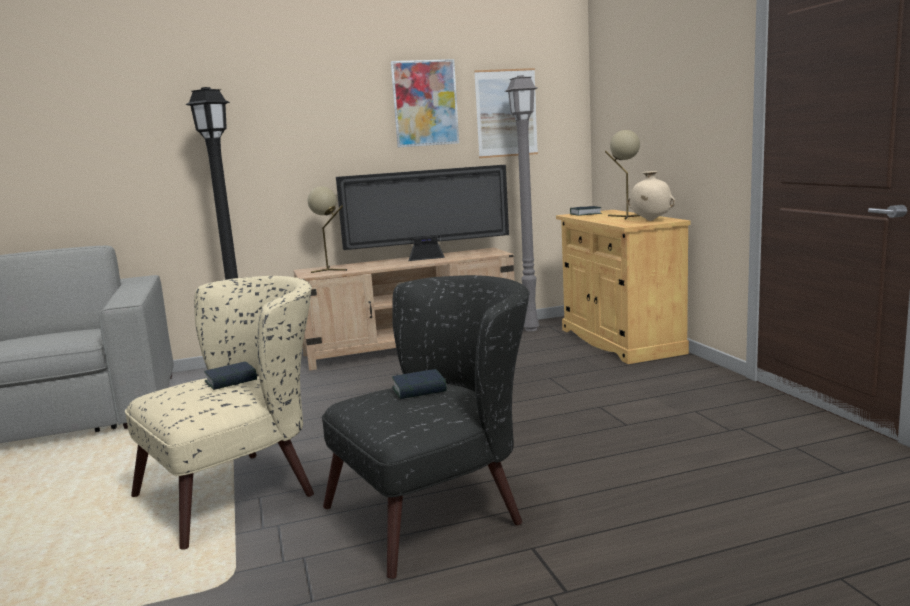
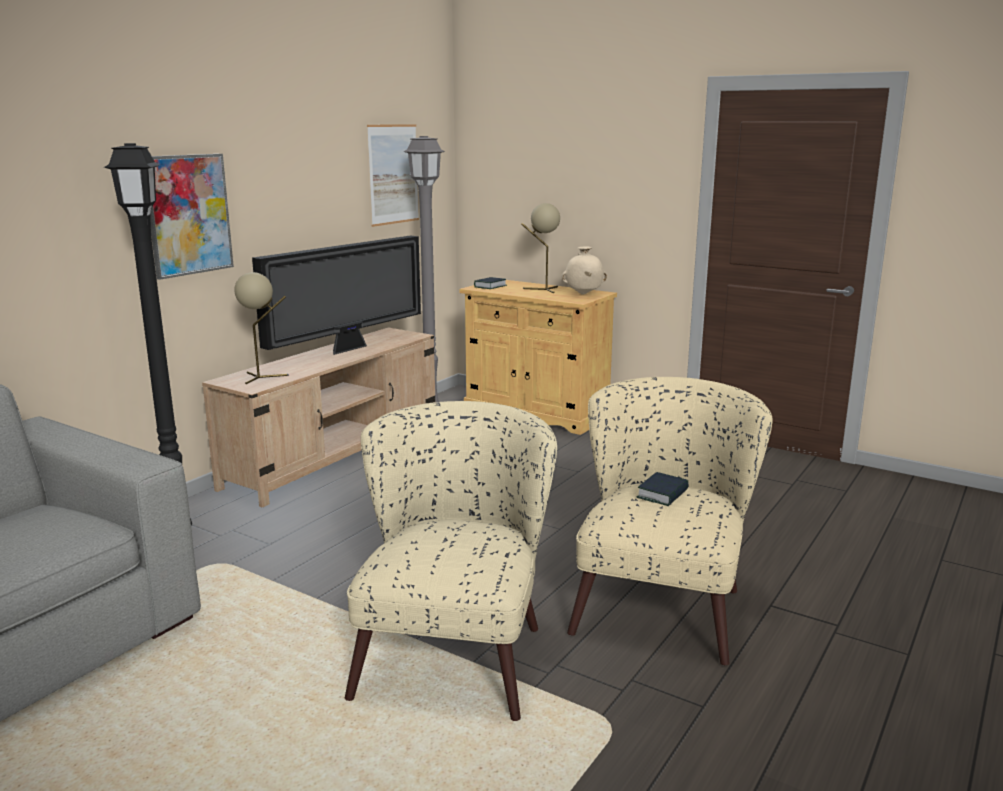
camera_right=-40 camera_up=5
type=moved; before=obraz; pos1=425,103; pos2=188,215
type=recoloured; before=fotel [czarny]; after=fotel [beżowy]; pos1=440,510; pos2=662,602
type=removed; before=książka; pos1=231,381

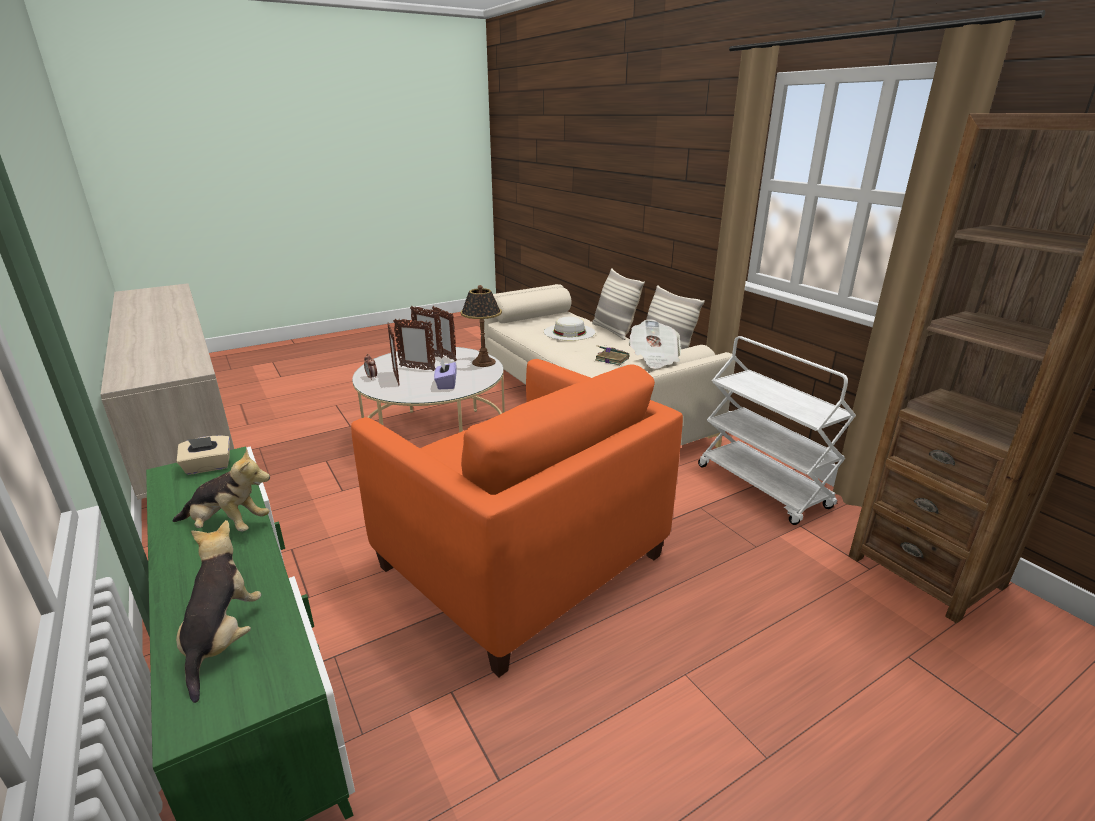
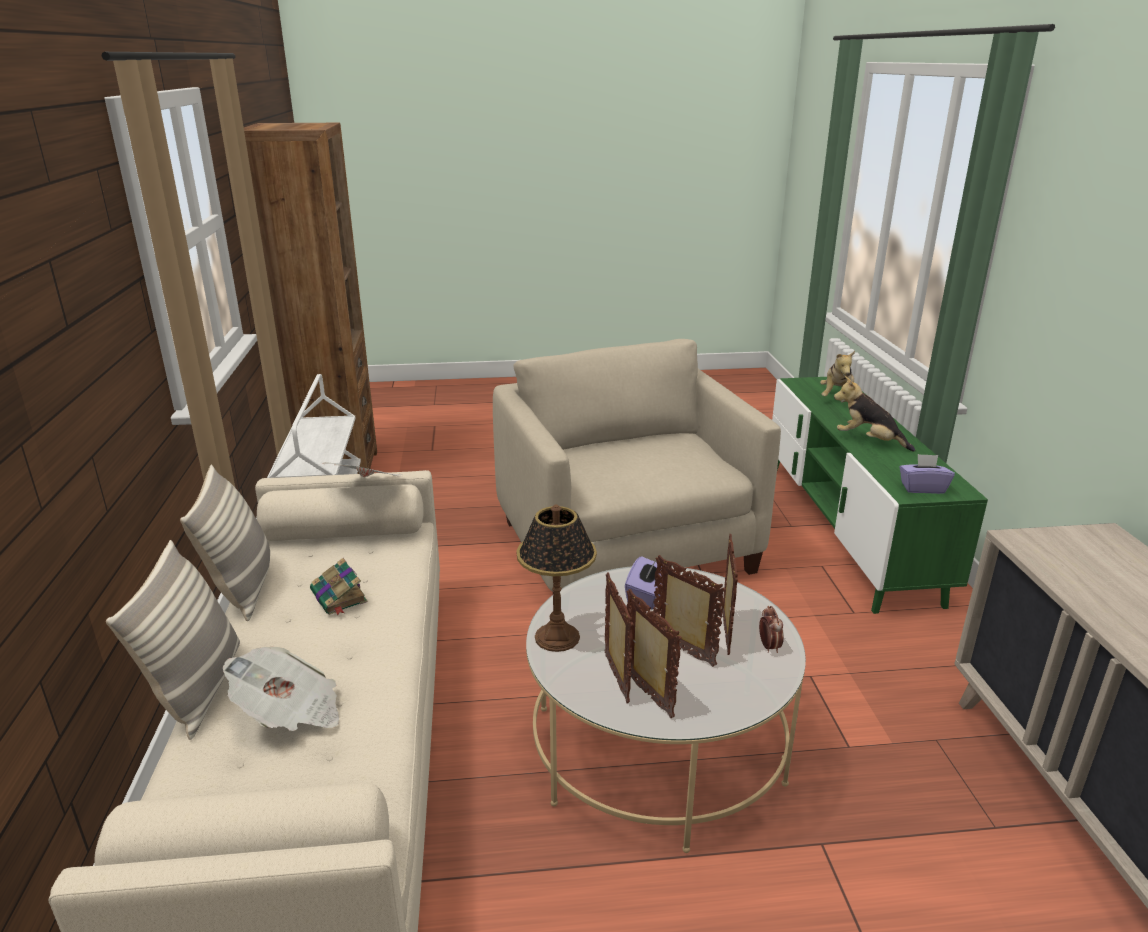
camera_right=-155 camera_up=0
type=replaced; before=kapelusz [biały]; after=gazeta; pos1=569,332; pos2=290,713
type=recoloured; before=fotel [pomarańczowy]; after=fotel [beżowy]; pos1=521,561; pos2=626,547
type=recoloured; before=pudełko chusteczek [beżowy]; after=pudełko chusteczek [fioletowy]; pos1=208,467; pos2=922,488

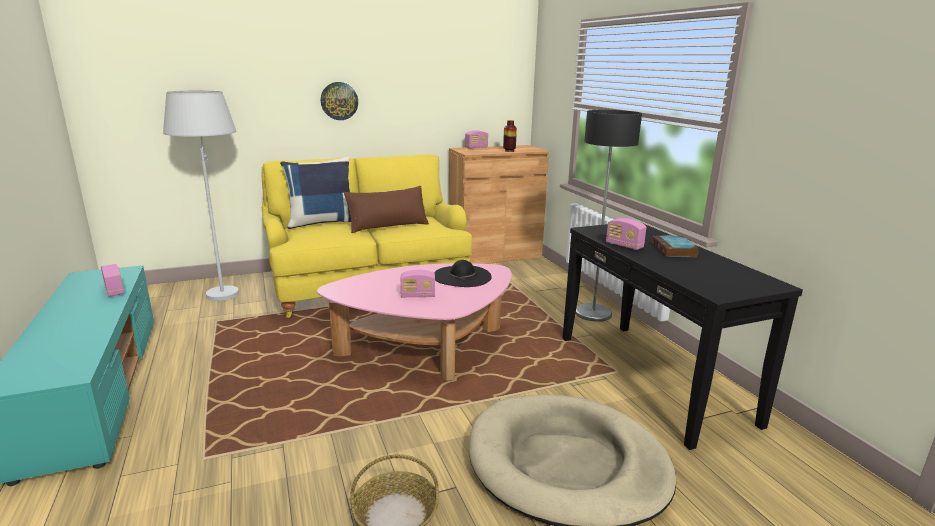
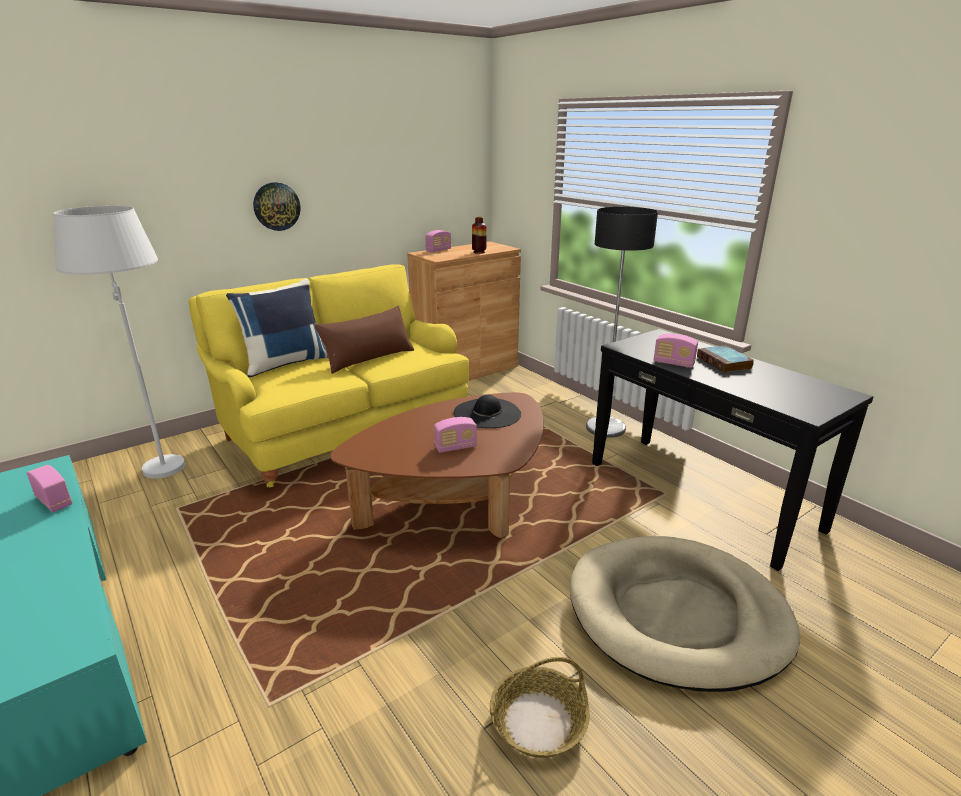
camera_right=-15 camera_up=5
type=recoloured; before=ława [różowy]; after=ława [brązowy]; pos1=426,349; pos2=456,502

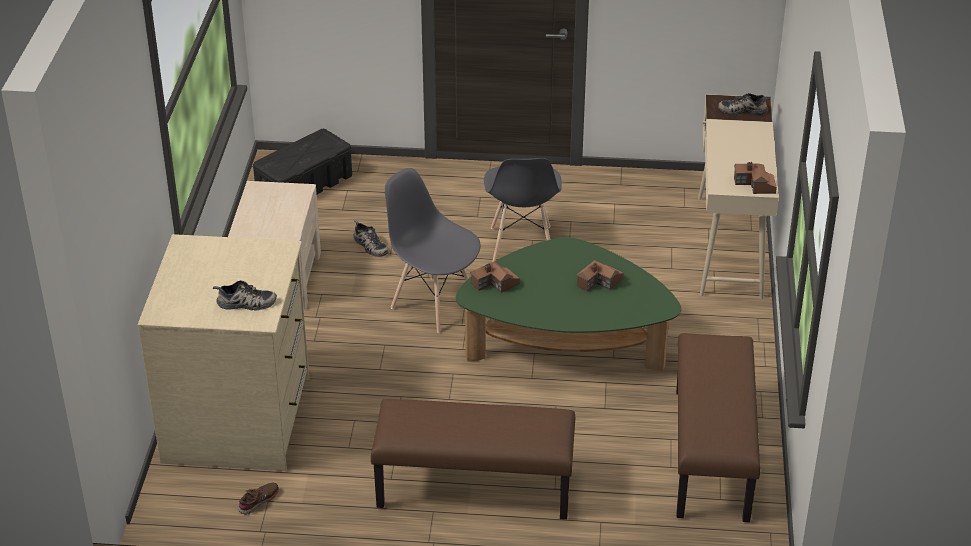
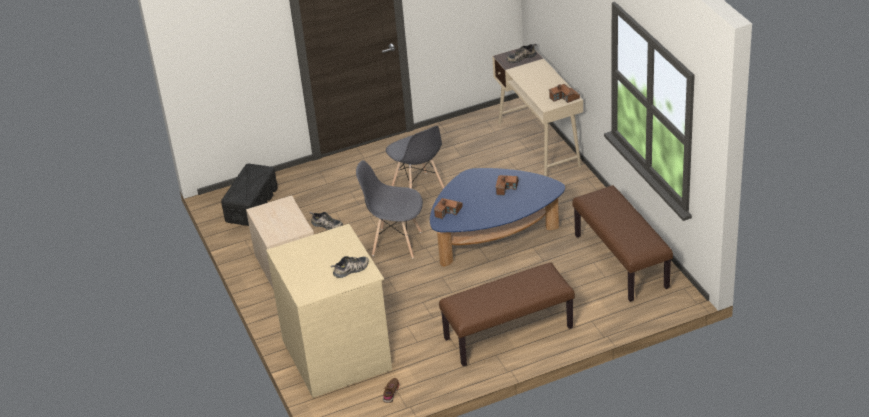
camera_right=-25 camera_up=0
type=recoloured; before=ława [zielony]; after=ława [niebieski]; pos1=565,347; pos2=494,237

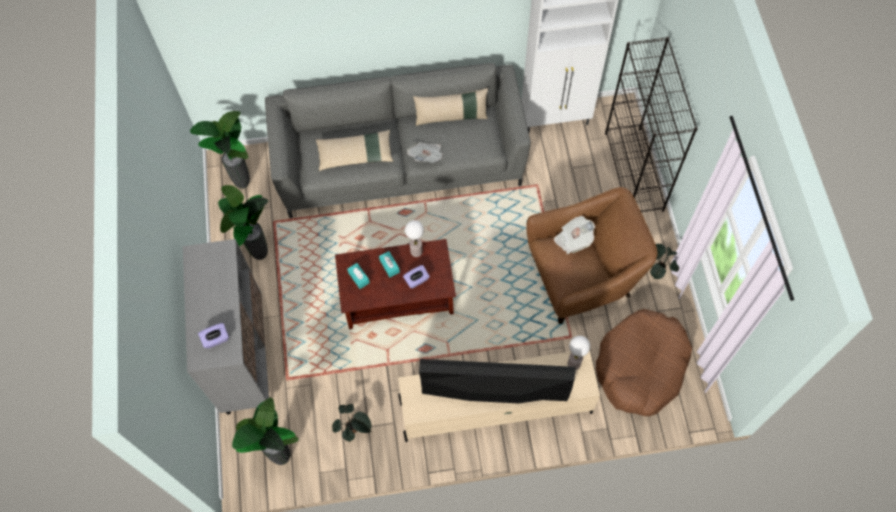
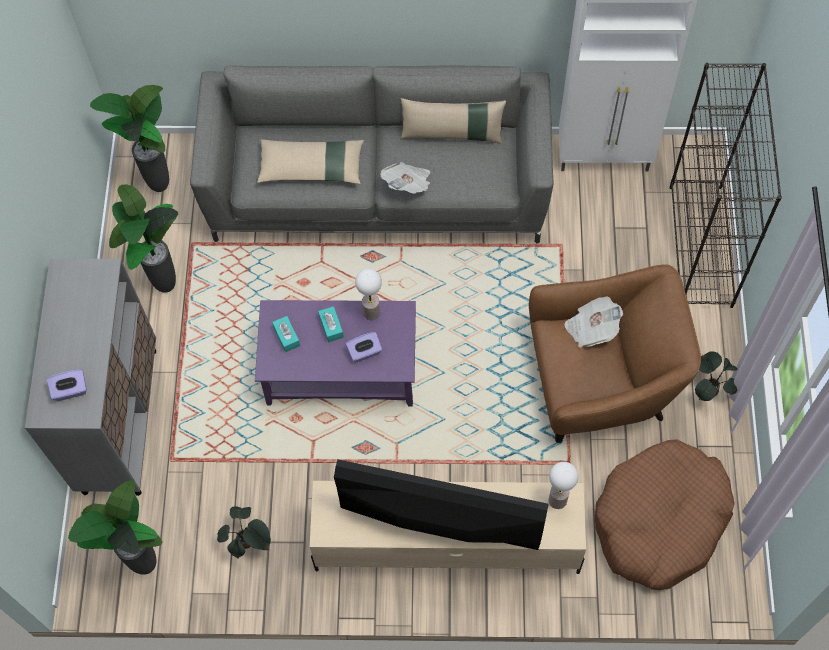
camera_right=10 camera_up=0
type=recoloured; before=ława [brązowy]; after=ława [fioletowy]; pos1=399,296; pos2=342,370

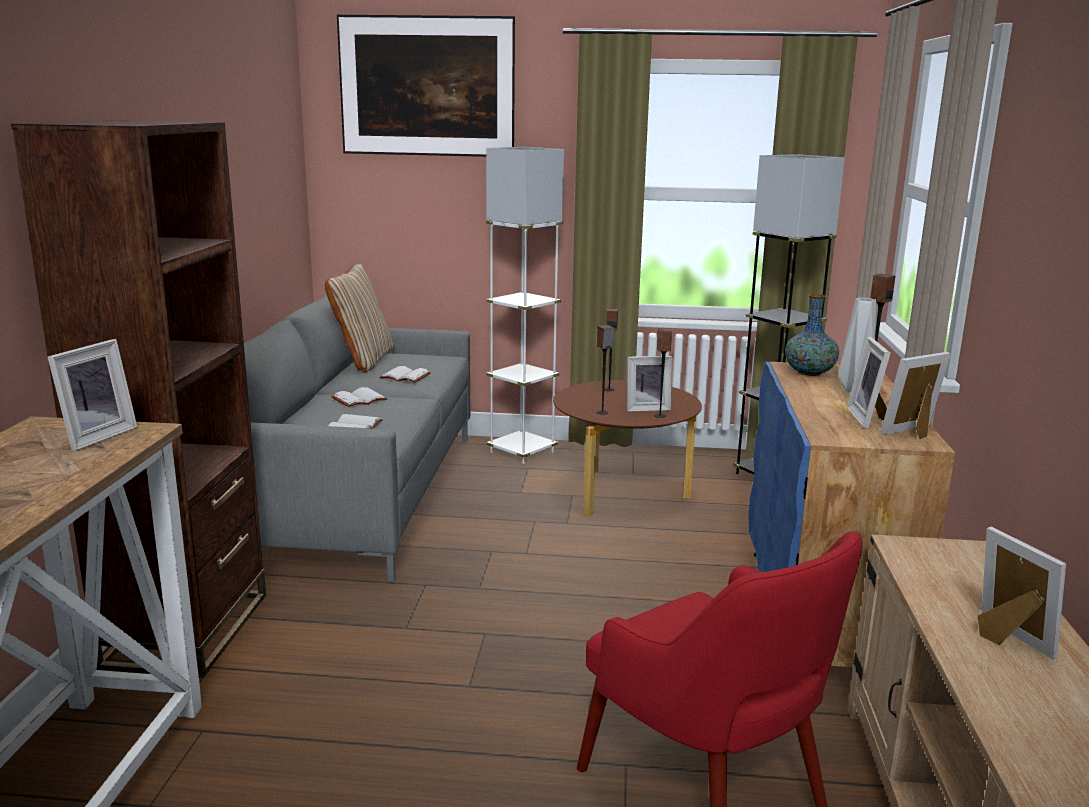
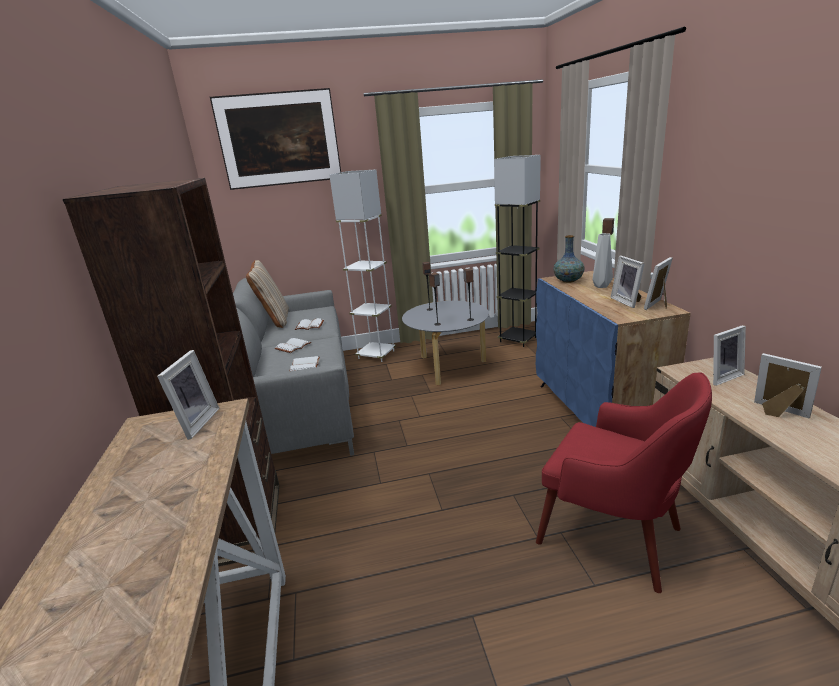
camera_right=-15 camera_up=5
type=recoloured; before=ława [brązowy]; after=ława [szary]; pos1=622,493; pos2=448,367
type=moved; before=ramka na zdjęcie; pos1=646,408; pos2=721,377

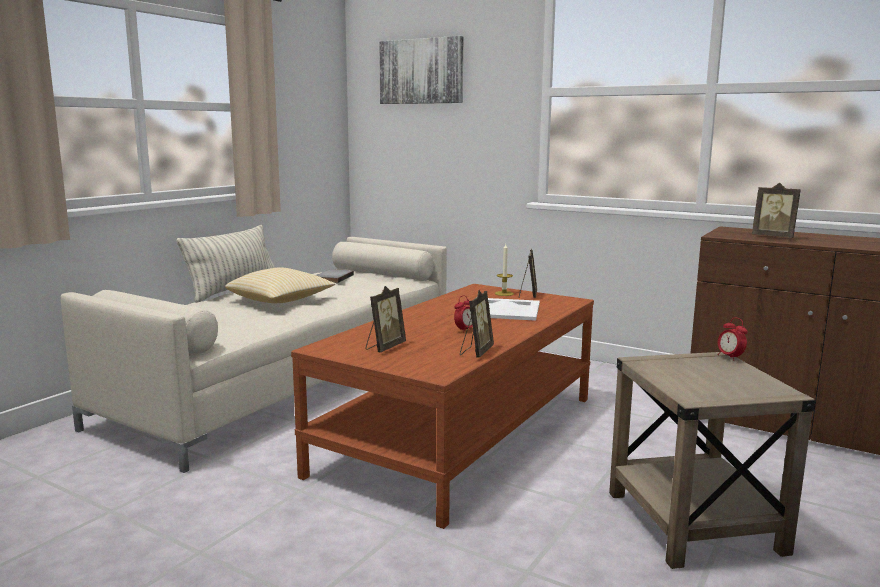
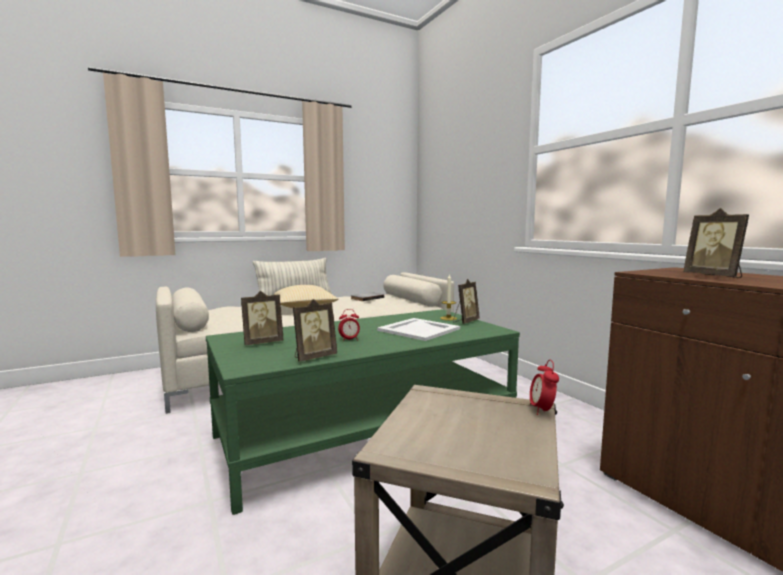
camera_right=30 camera_up=-5
type=recoloured; before=ława [brązowy]; after=ława [zielony]; pos1=461,433; pos2=367,432
type=removed; before=obraz; pos1=421,71

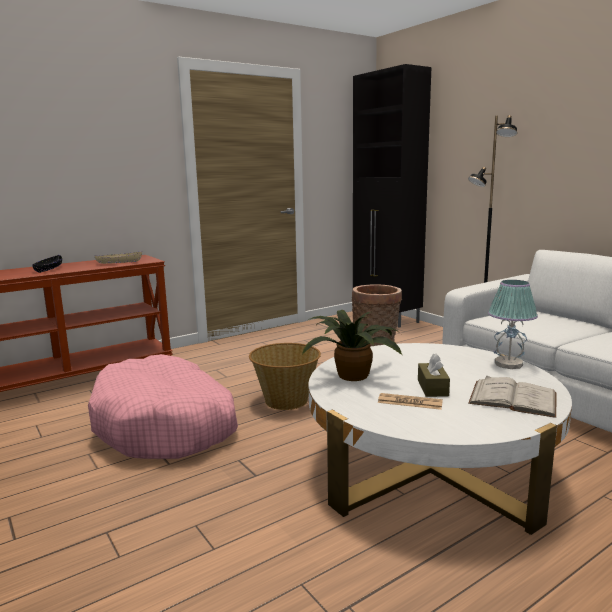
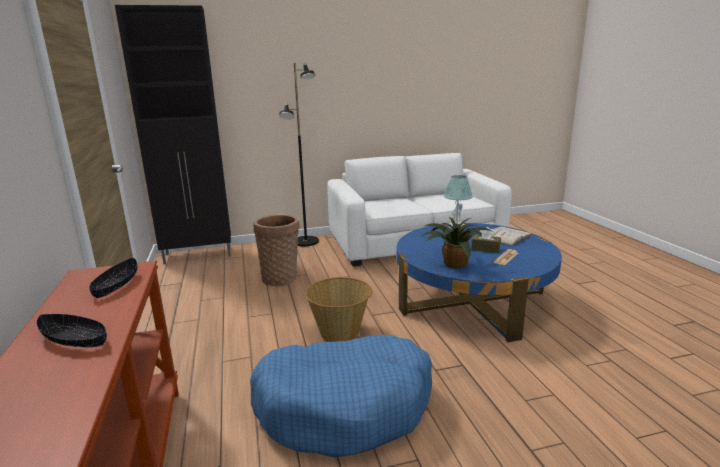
camera_right=-70 camera_up=5
type=recoloured; before=miska [beżowy]; after=miska [czarny]; pos1=119,262; pos2=116,286
type=recoloured; before=legowisko [różowy]; after=legowisko [niebieski]; pos1=166,425; pos2=345,406
type=recoloured; before=ława [biały]; after=ława [niebieski]; pos1=429,467; pos2=472,301

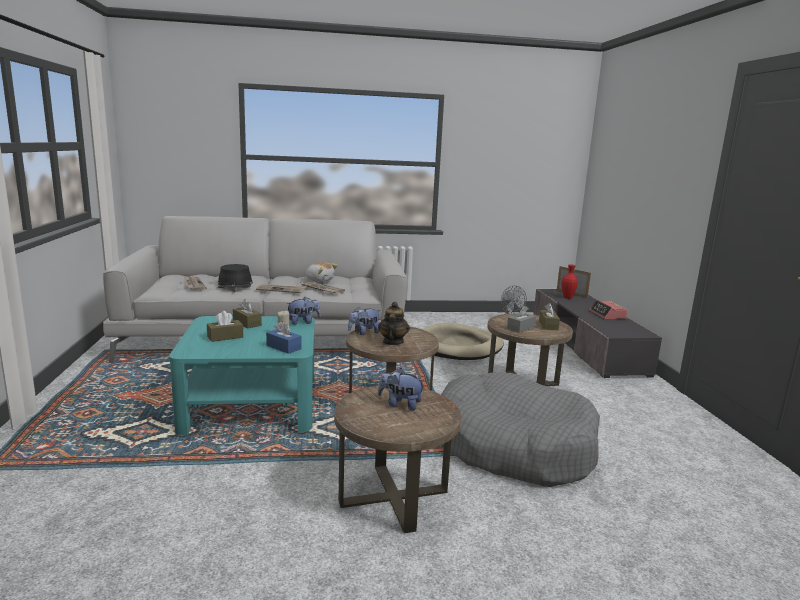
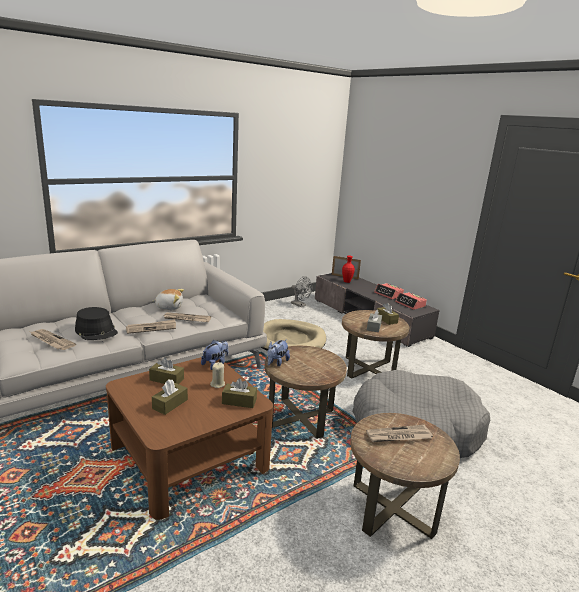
camera_right=-30 camera_up=5
type=recoloured; before=ława [turkusowy]; after=ława [brązowy]; pos1=252,404; pos2=189,456
type=recoloured; before=pudełko chusteczek [niebieski]; after=pudełko chusteczek [brązowy]; pos1=283,347; pos2=239,401
type=replaced; before=pluszak; after=gazeta; pos1=400,404; pos2=398,436
type=added; after=budzik; pos2=410,304
type=removed; before=imbryk; pos1=392,342

